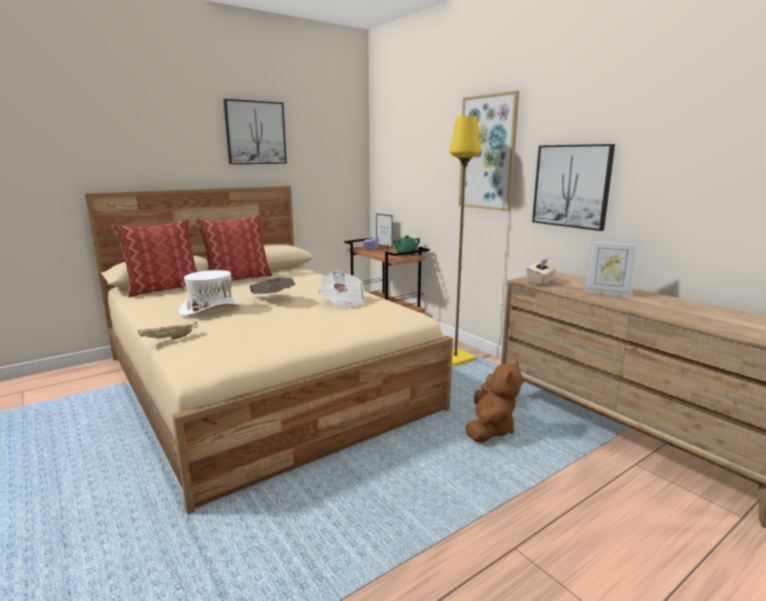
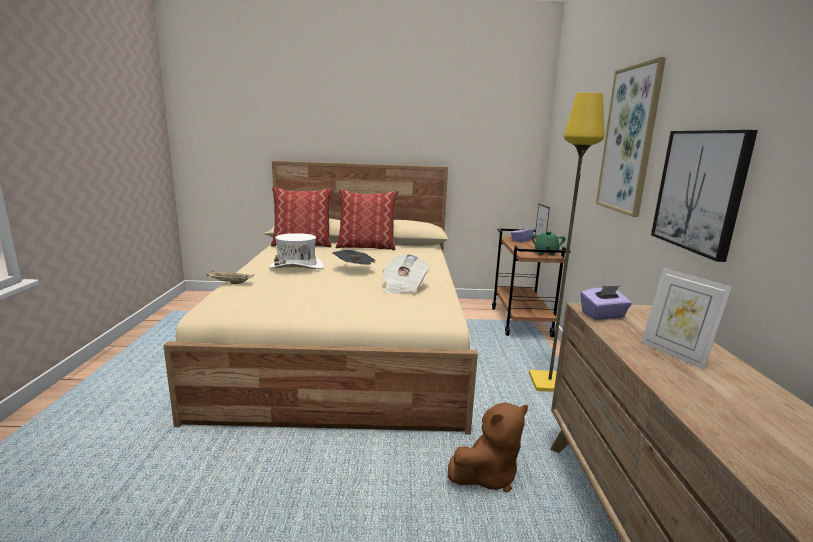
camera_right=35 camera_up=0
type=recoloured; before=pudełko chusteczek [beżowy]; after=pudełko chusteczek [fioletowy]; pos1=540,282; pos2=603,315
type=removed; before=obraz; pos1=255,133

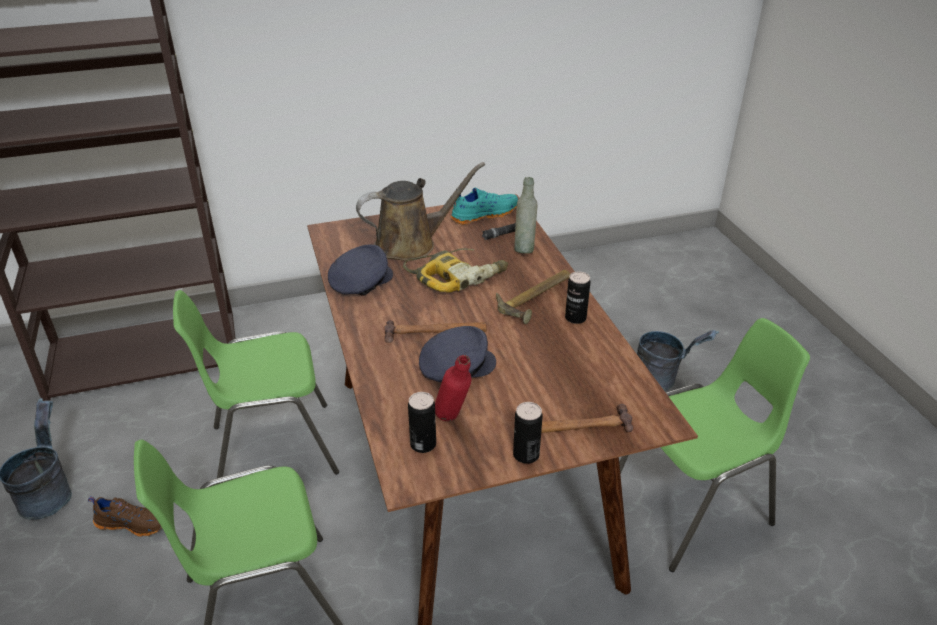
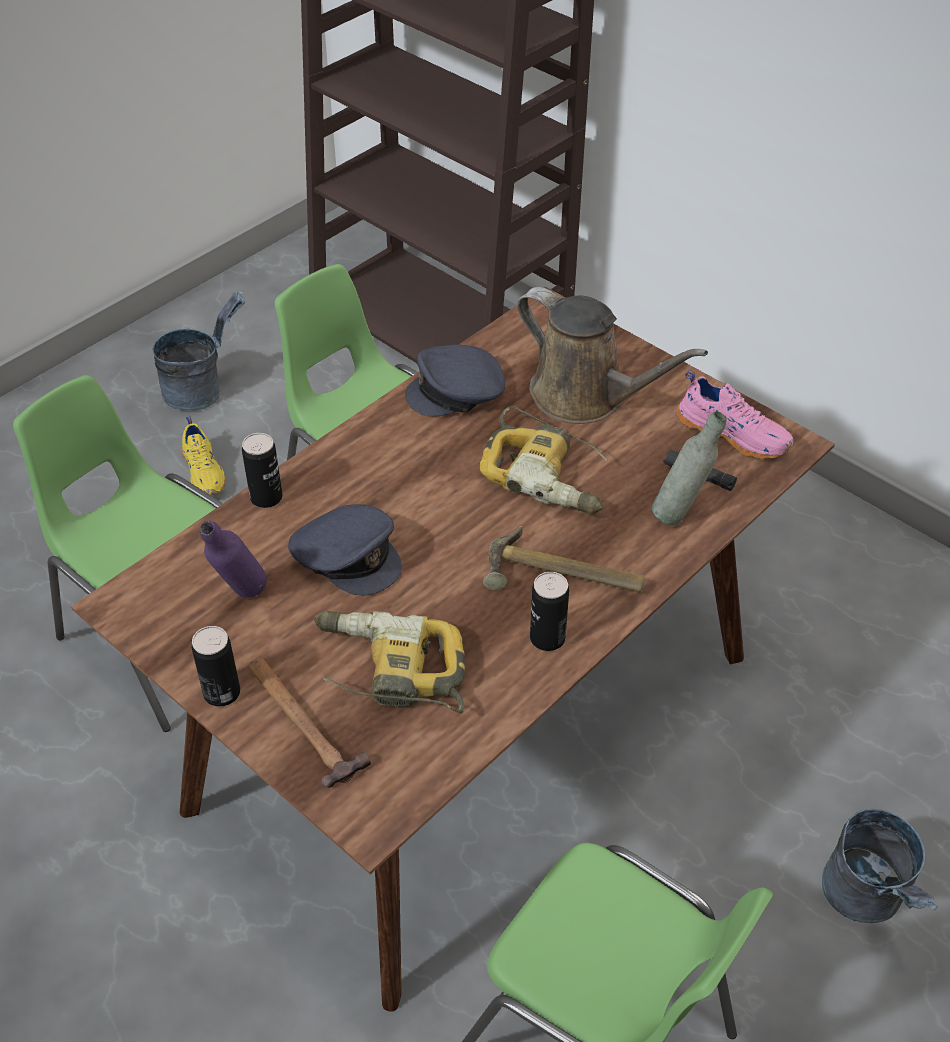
camera_right=60 camera_up=10
type=recoloured; before=but [brązowy]; after=but [żółty]; pos1=132,523; pos2=205,473
type=recoloured; before=butelka [czerwony]; after=butelka [fioletowy]; pos1=453,422; pos2=241,600
type=moved; before=puszka; pos1=423,444; pos2=266,497
type=added; after=wiertarka; pos2=388,672
type=turned; before=czapka z daszkiem [szary]; pos1=360,282; pos2=458,392; turn=150
type=recoloured; before=but [turkusowy]; after=but [różowy]; pos1=484,214; pos2=734,433
type=removed; before=młotek; pos1=435,332

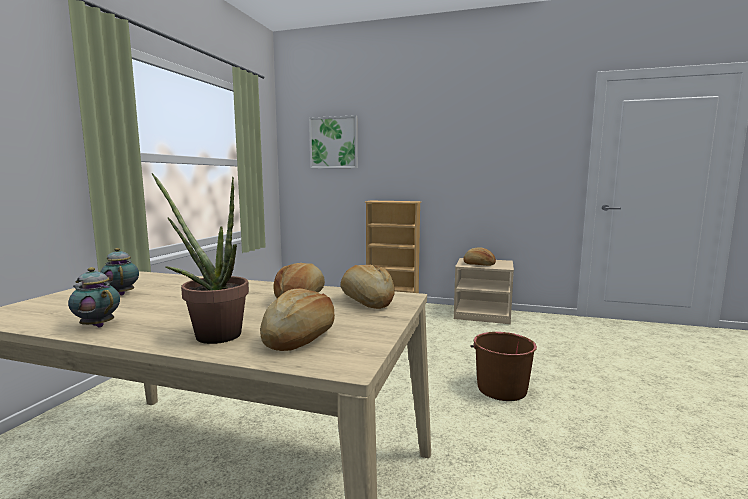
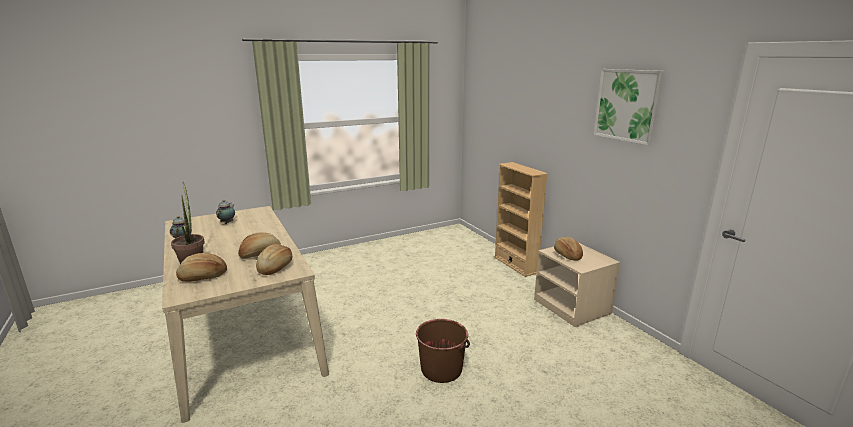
camera_right=45 camera_up=10
type=moved; before=obraz; pos1=333,142; pos2=627,105

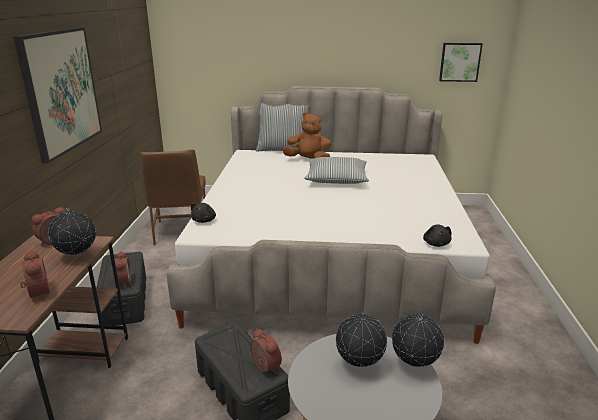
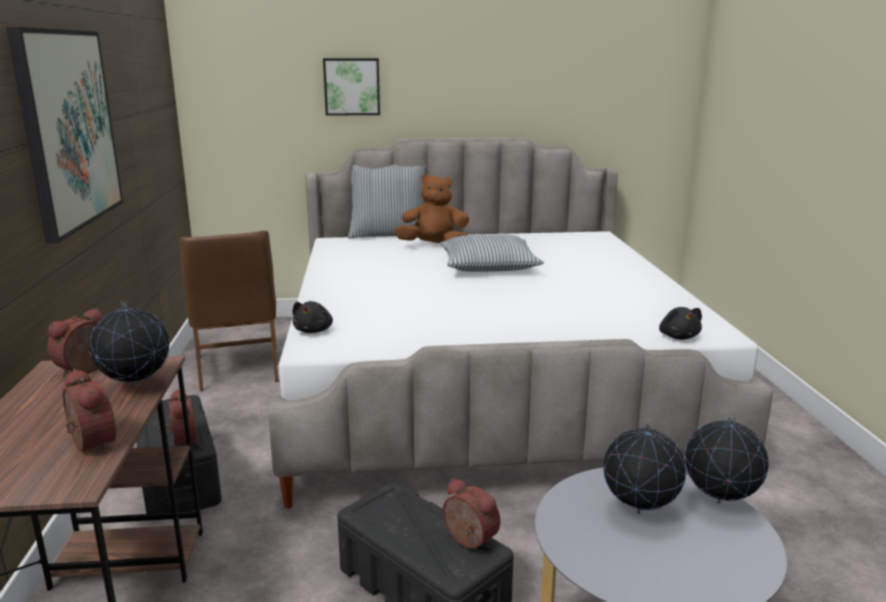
camera_right=-10 camera_up=-5
type=moved; before=obraz; pos1=459,62; pos2=352,86

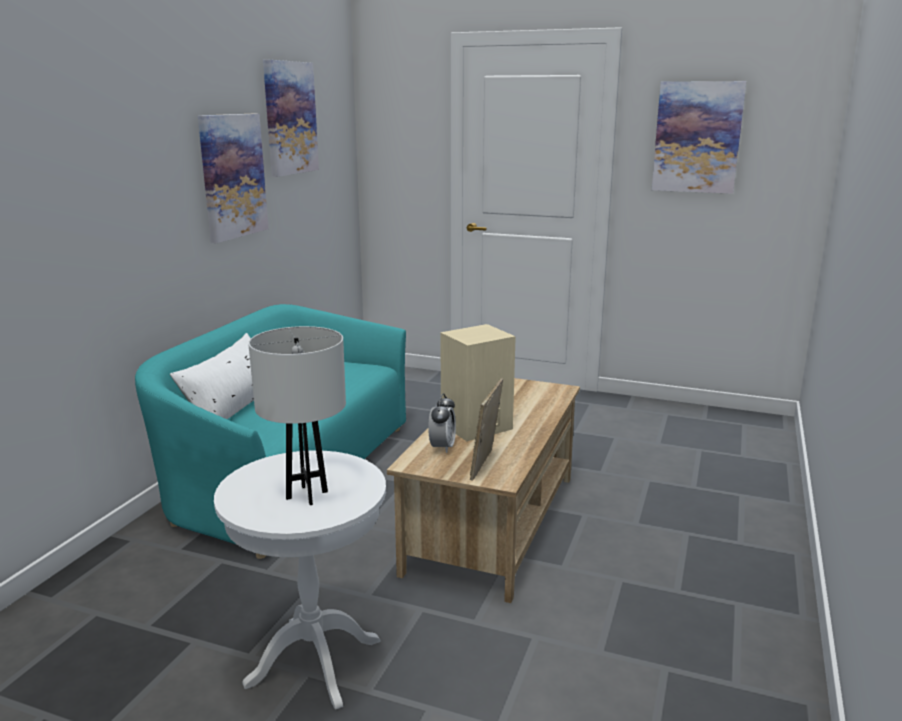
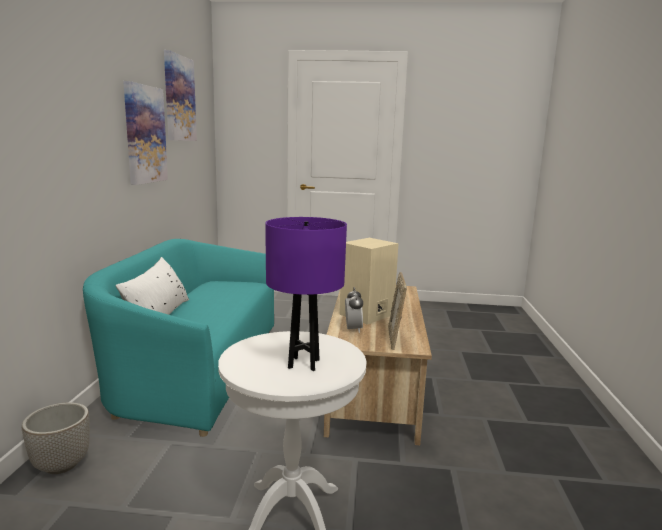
camera_right=-15 camera_up=-5
type=added; after=donica; pos2=61,464
type=recoloured; before=lampa stołowa [biały]; after=lampa stołowa [fioletowy]; pos1=307,495; pos2=304,364
type=removed; before=obraz; pos1=697,137

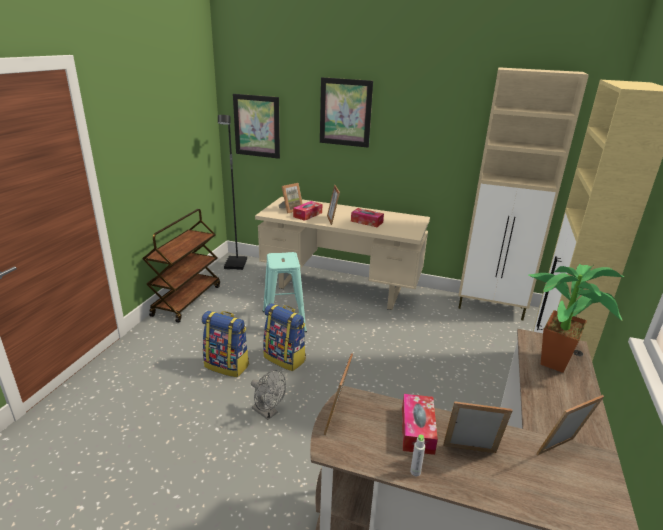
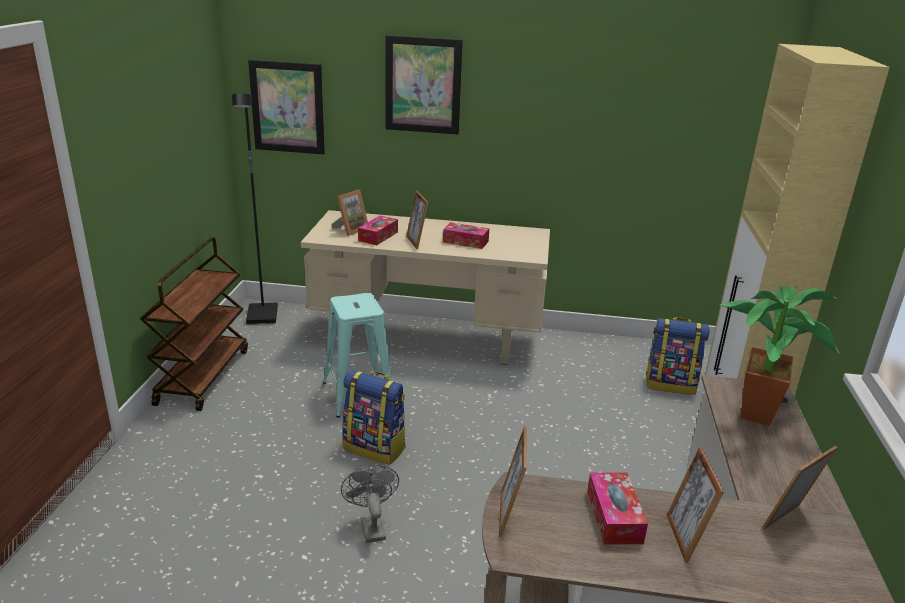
camera_right=-10 camera_up=0
type=turned; before=wentylator [szary]; pos1=268,413; pos2=371,526; turn=-135
type=moved; before=plecak; pos1=227,365; pos2=671,384
type=turned; before=ramka na zdjęcie; pos1=470,454; pos2=685,538; turn=-90
type=removed; before=butelka [szary]; pos1=415,472
type=removed; before=szafka [beżowy]; pos1=491,308

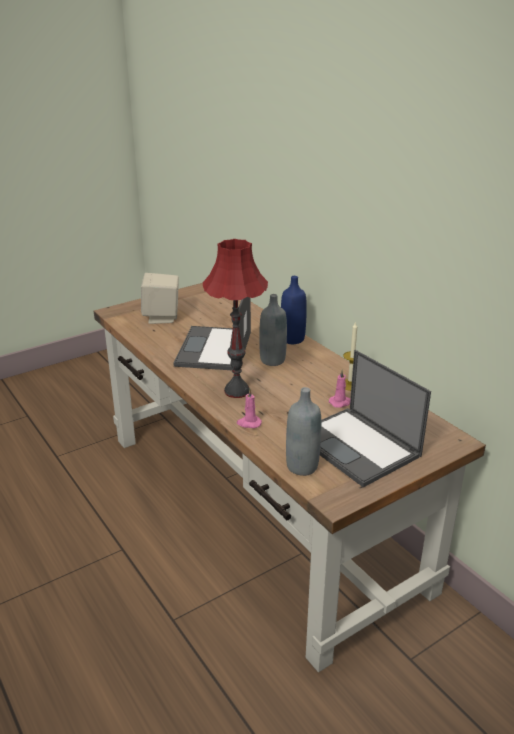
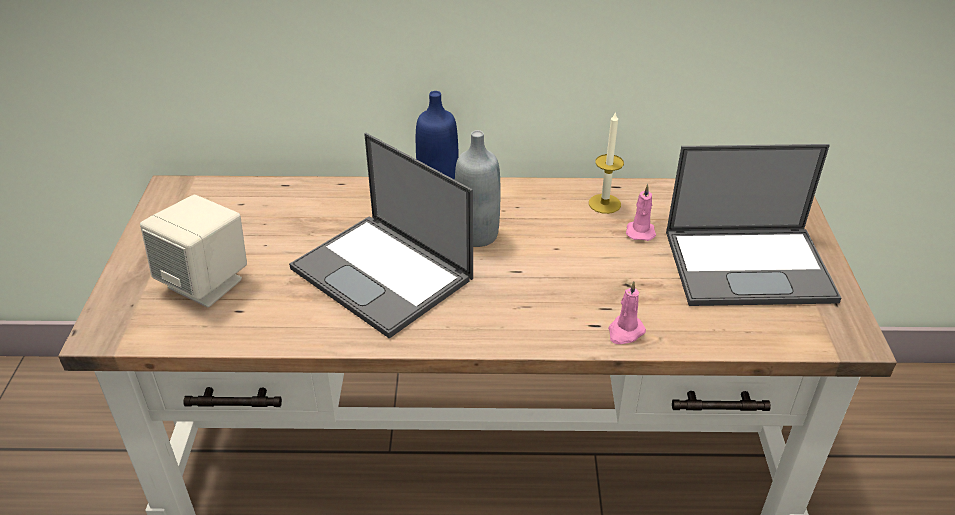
camera_right=-55 camera_up=10
type=removed; before=lampa stołowa [czerwony]; pos1=236,391
type=removed; before=butelka [szary]; pos1=302,466

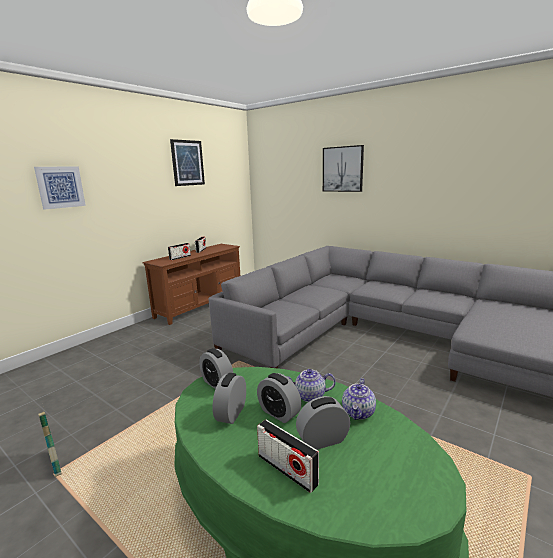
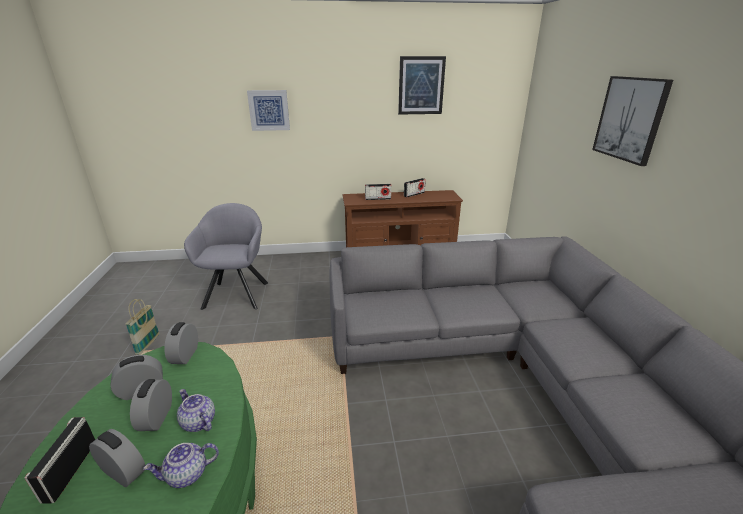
camera_right=45 camera_up=10
type=added; after=fotel [szary]; pos2=237,293

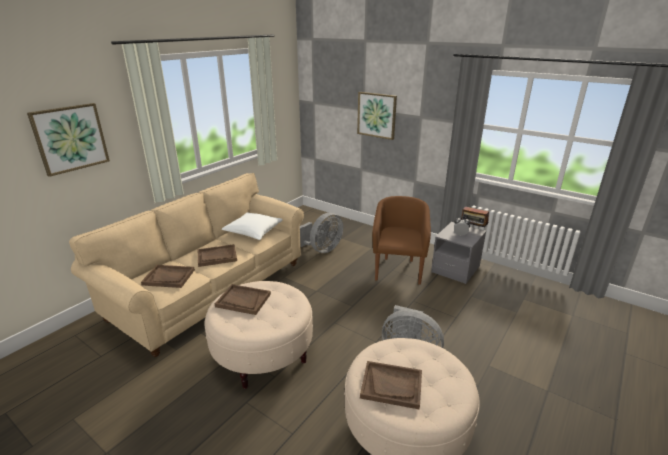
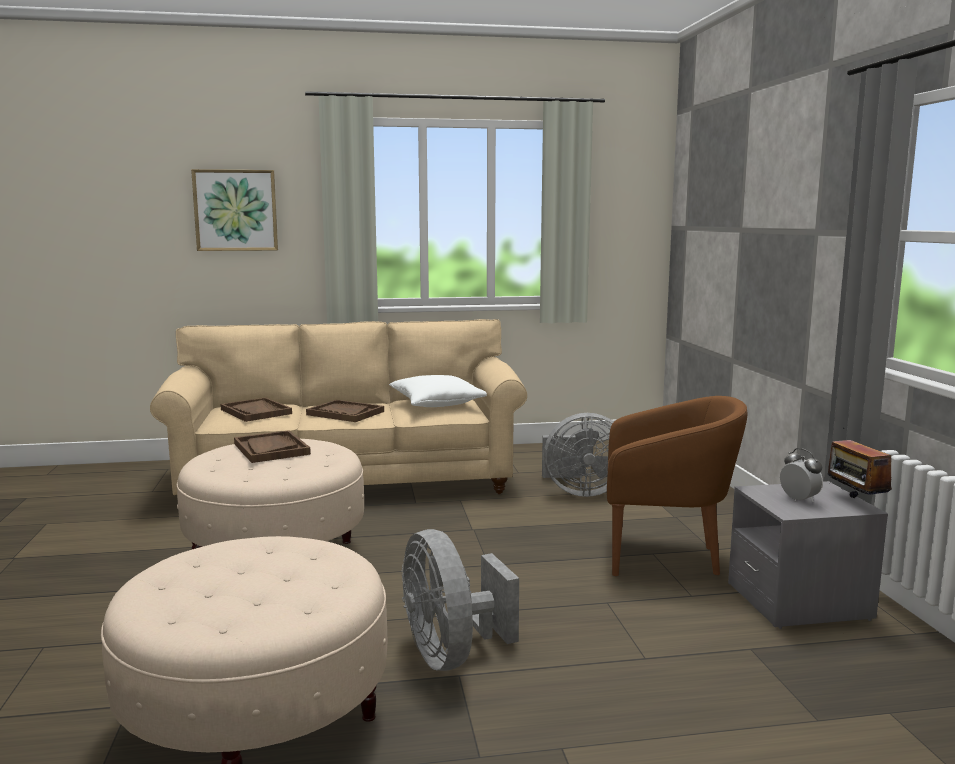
camera_right=45 camera_up=-15
type=turned; before=fotel [brązowy]; pos1=398,270; pos2=665,557; turn=45
type=removed; before=obraz; pos1=377,115
type=removed; before=taca [brązowy]; pos1=391,385

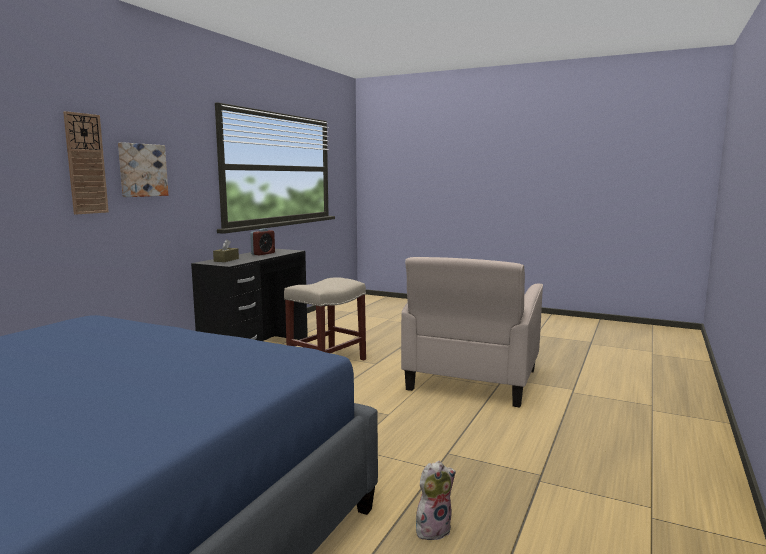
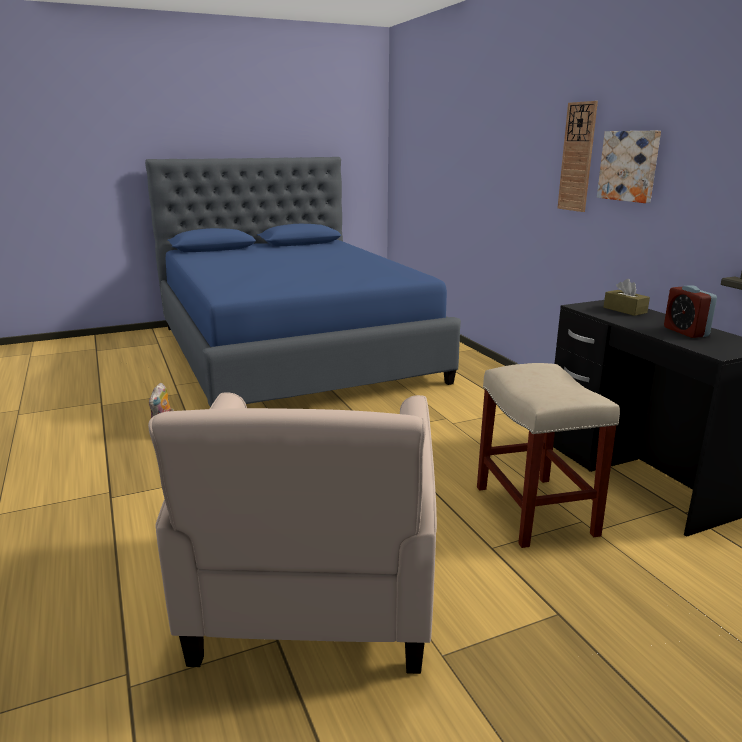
camera_right=130 camera_up=10
type=turned; before=fotel [beżowy]; pos1=472,380; pos2=315,597; turn=-150

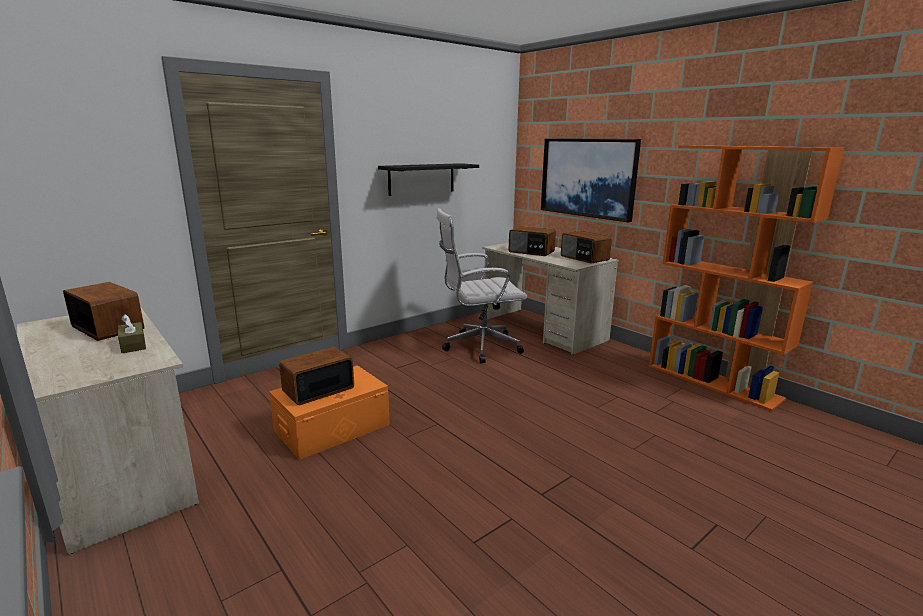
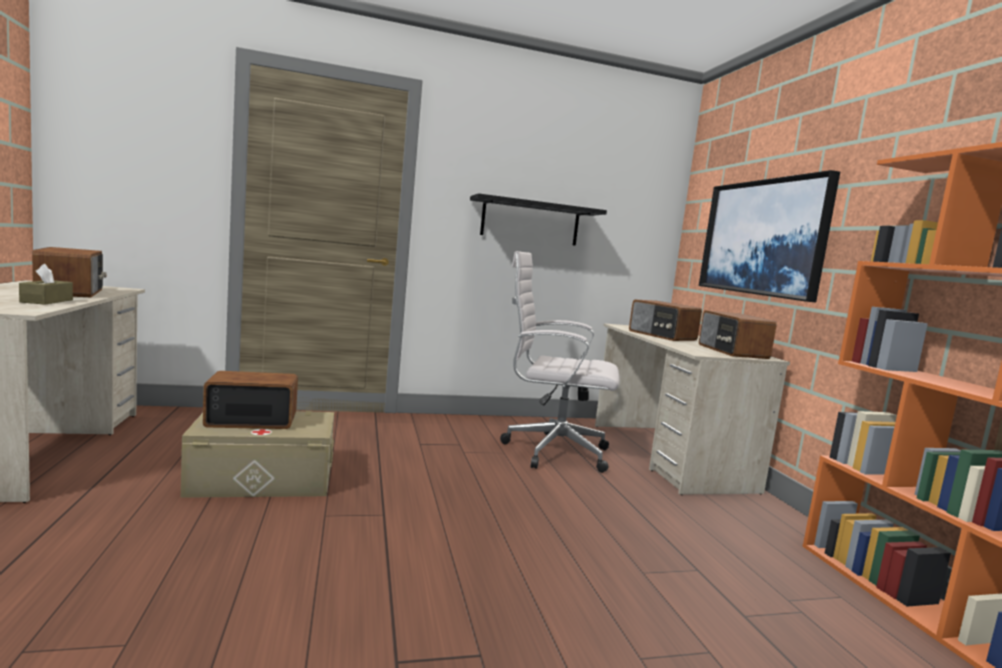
camera_right=25 camera_up=-10
type=recoloured; before=pojemnik do przechowywania [pomarańczowy]; after=pojemnik do przechowywania [beżowy]; pos1=332,427; pos2=262,478

